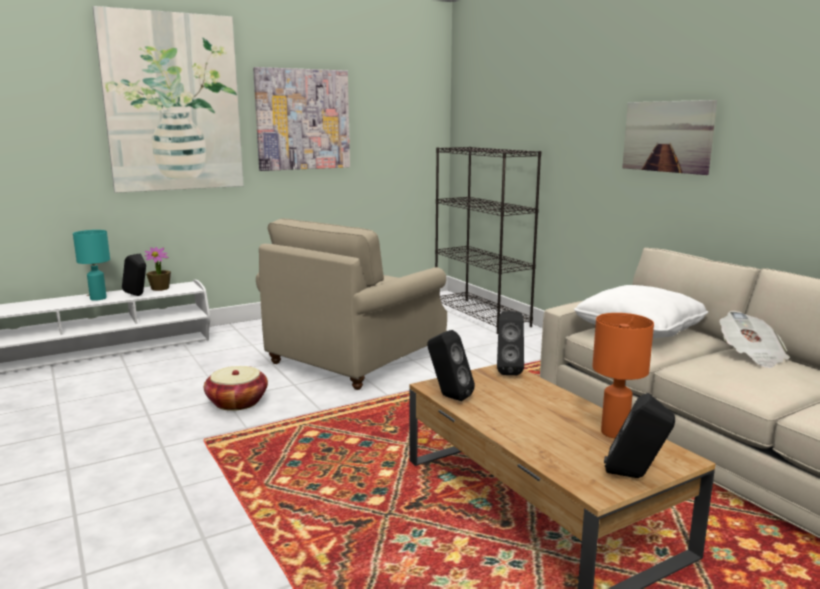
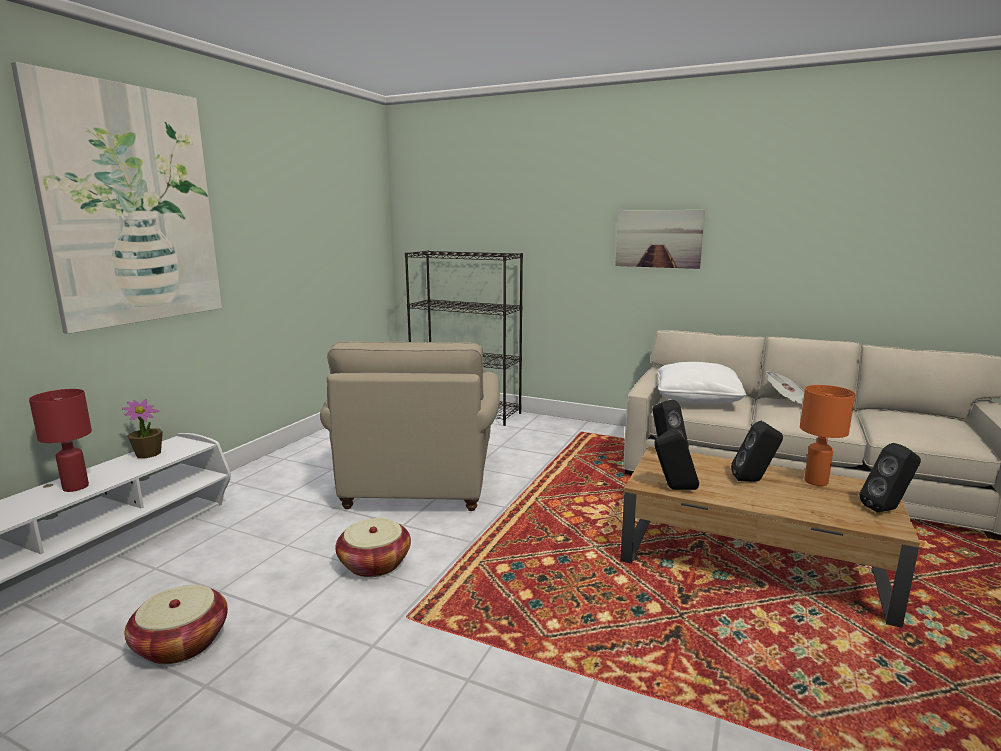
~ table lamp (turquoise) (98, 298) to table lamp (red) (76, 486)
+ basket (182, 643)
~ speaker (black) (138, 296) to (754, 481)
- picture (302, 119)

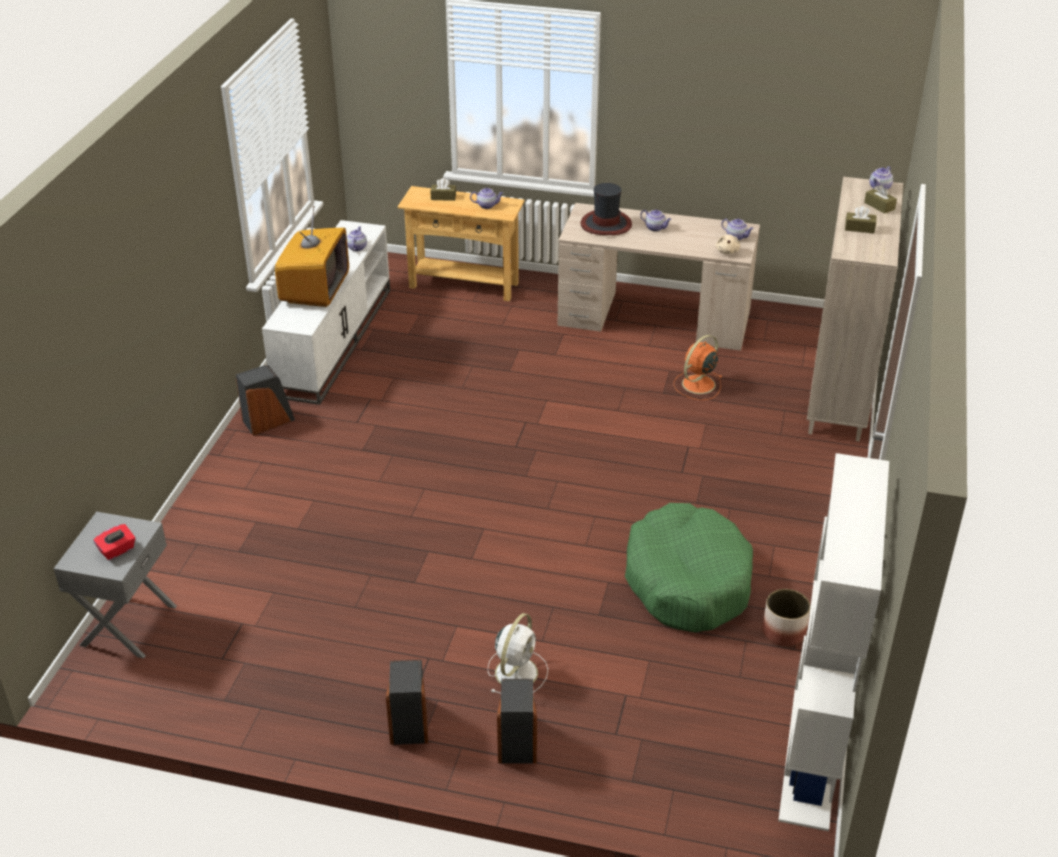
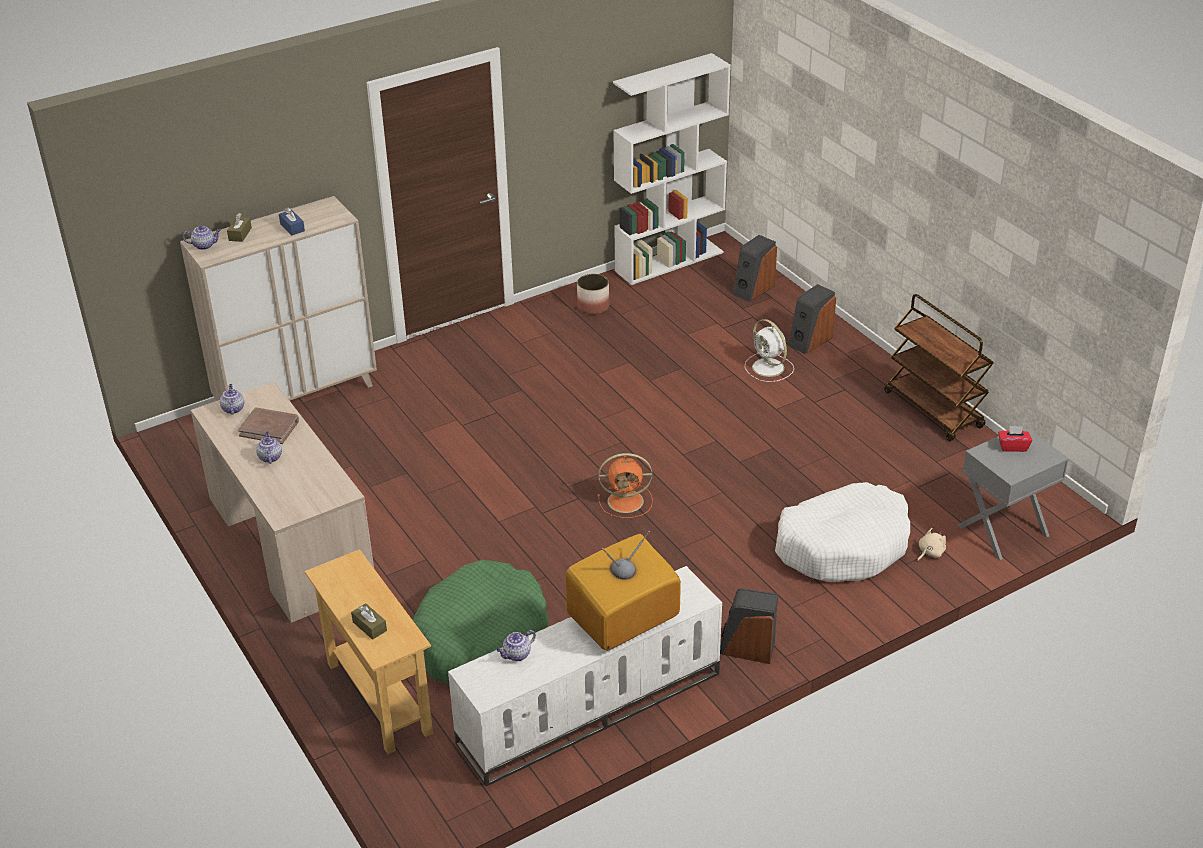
+ book (brown) (269, 428)
~ tissue box (brown) (859, 228) to tissue box (blue) (292, 227)
~ dog bed (green) (687, 581) to (481, 640)
~ fan (orange) (697, 385) to (627, 501)
~ speaker (409, 721) to (753, 289)
~ fan (white) (517, 671) = (769, 368) 105 degrees counterclockwise
+ dog bed (white) (843, 545)
+ cart (brown) (934, 410)
~ plush toy (beige) (727, 251) to (930, 552)
- teapot (487, 205)
- hat (605, 224)

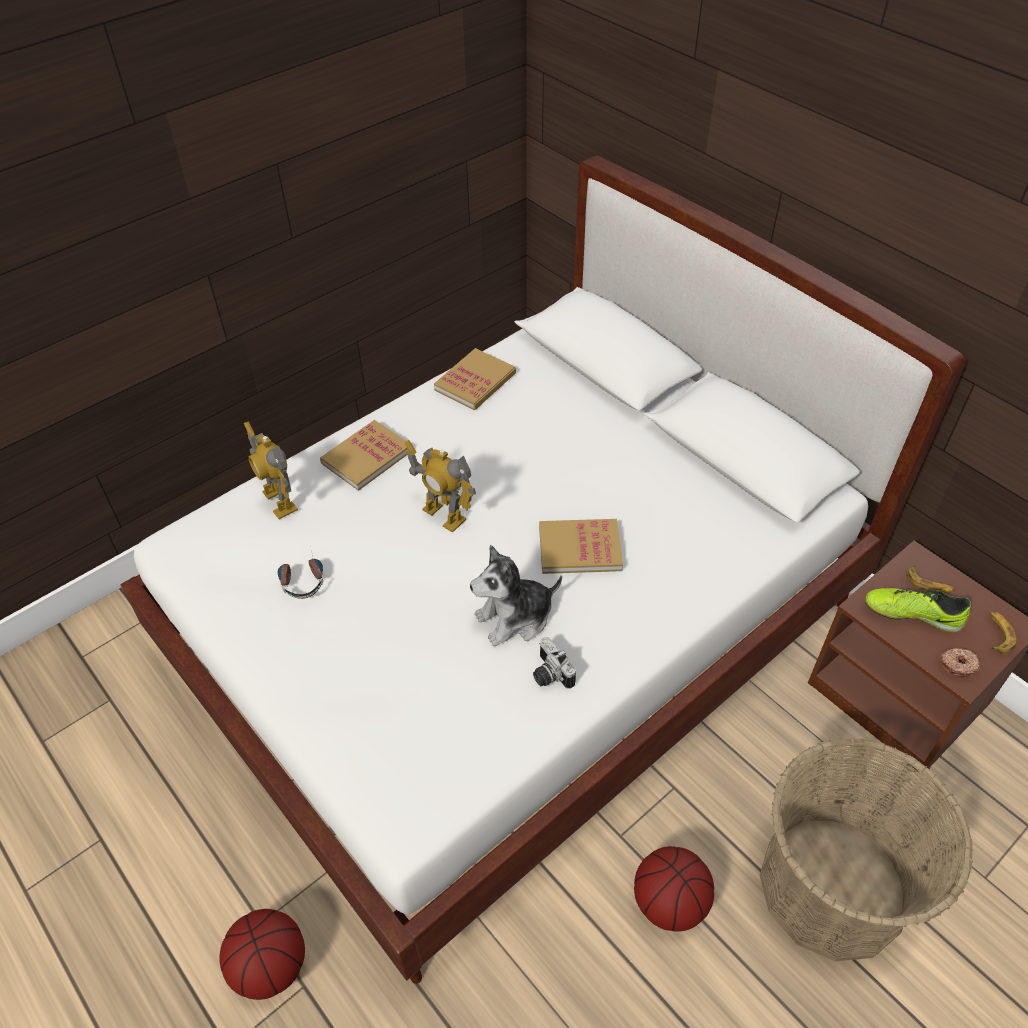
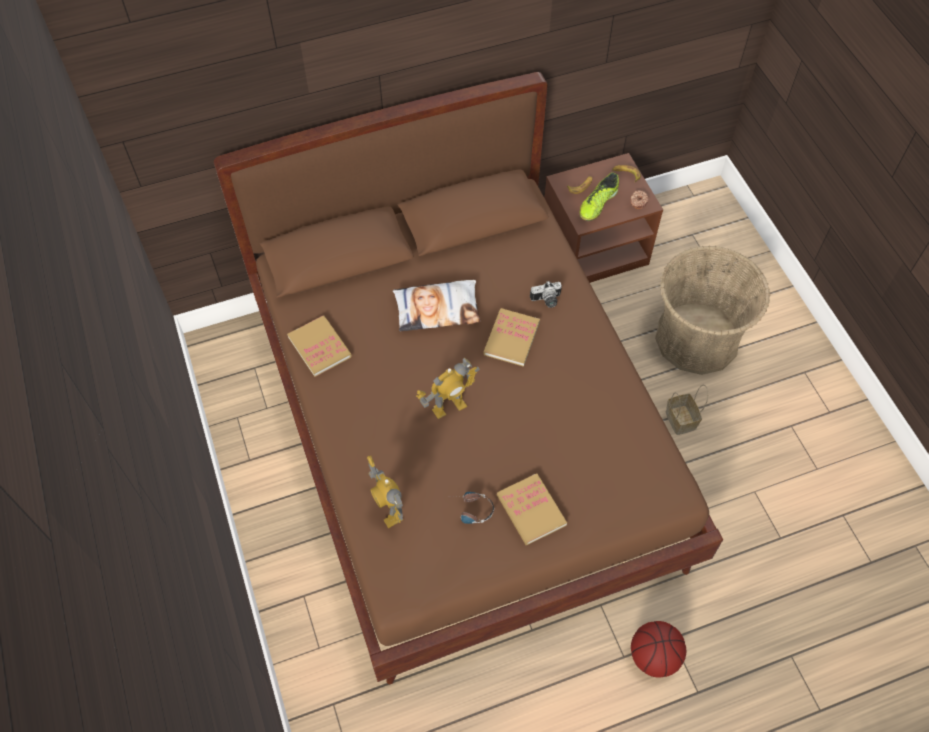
~ bed (white) (517, 634) to bed (brown) (465, 435)
~ toy robot (279, 501) = (388, 510) 75 degrees clockwise
+ pillow (437, 309)
~ book (366, 457) to (531, 510)
~ photo camera (549, 674) to (546, 301)
~ basketball (669, 903) to basket (681, 421)
- plush toy (515, 618)

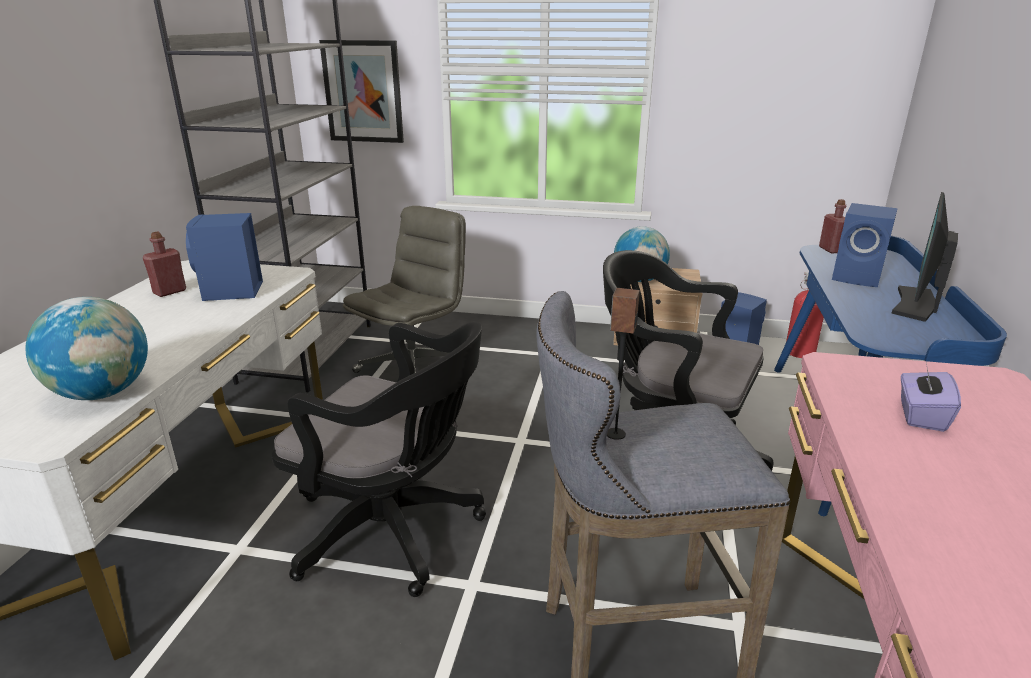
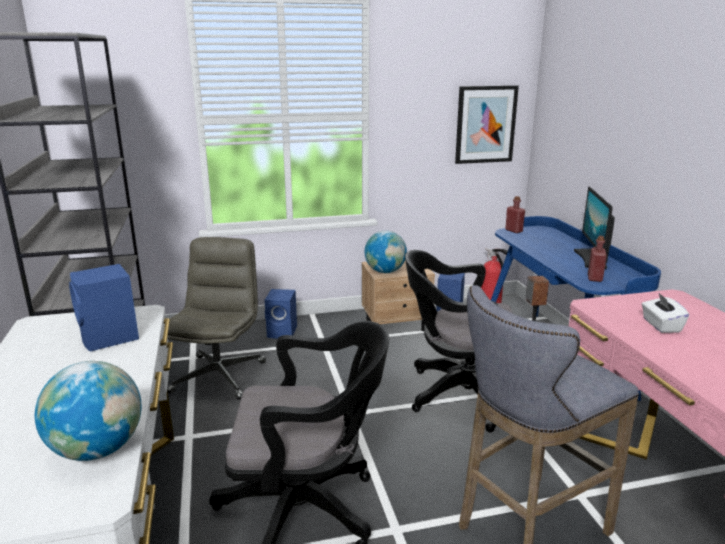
~ speaker (blue) (858, 277) to (283, 332)
~ picture (363, 92) to (485, 124)
~ bottle (red) (170, 292) to (594, 278)
~ tissue box (purple) (921, 415) to tissue box (white) (661, 325)

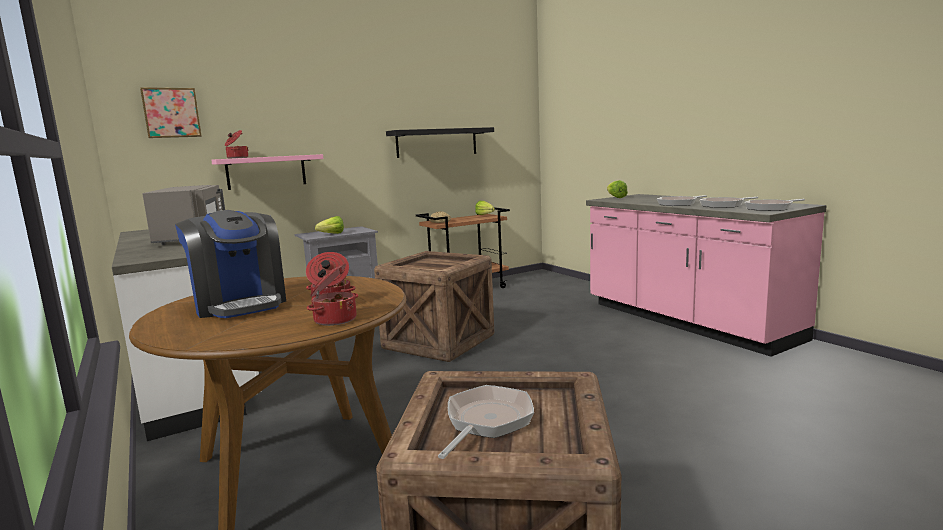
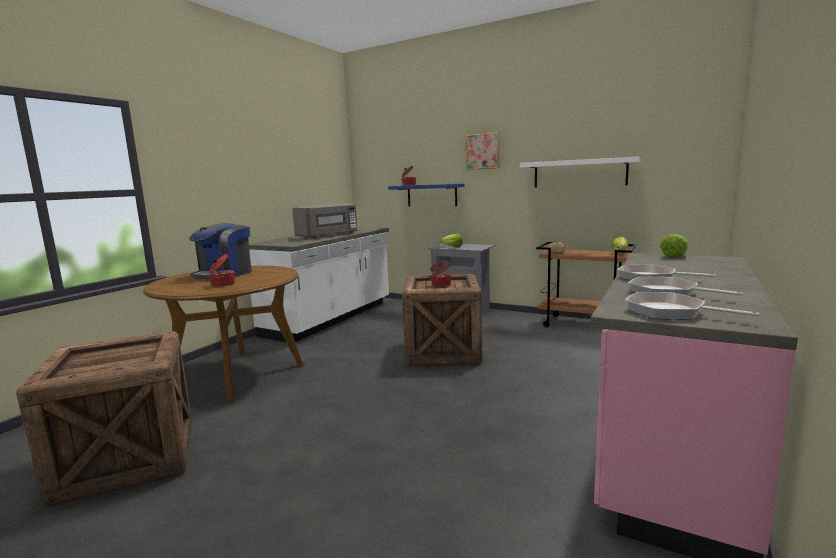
~ shelf (pink) (266, 172) to shelf (blue) (432, 195)
~ cooking pot (334, 319) to (441, 285)
~ picture (171, 113) to (483, 151)
~ shelf (black) (437, 142) to shelf (white) (579, 173)
- frying pan (486, 421)

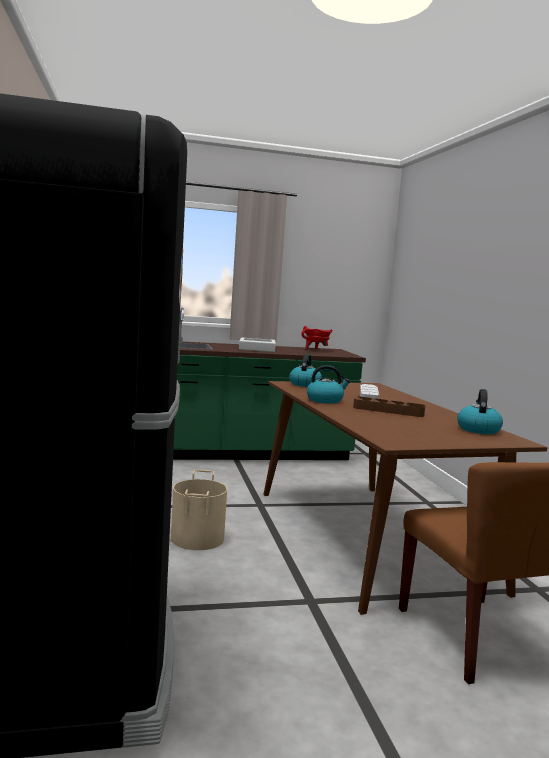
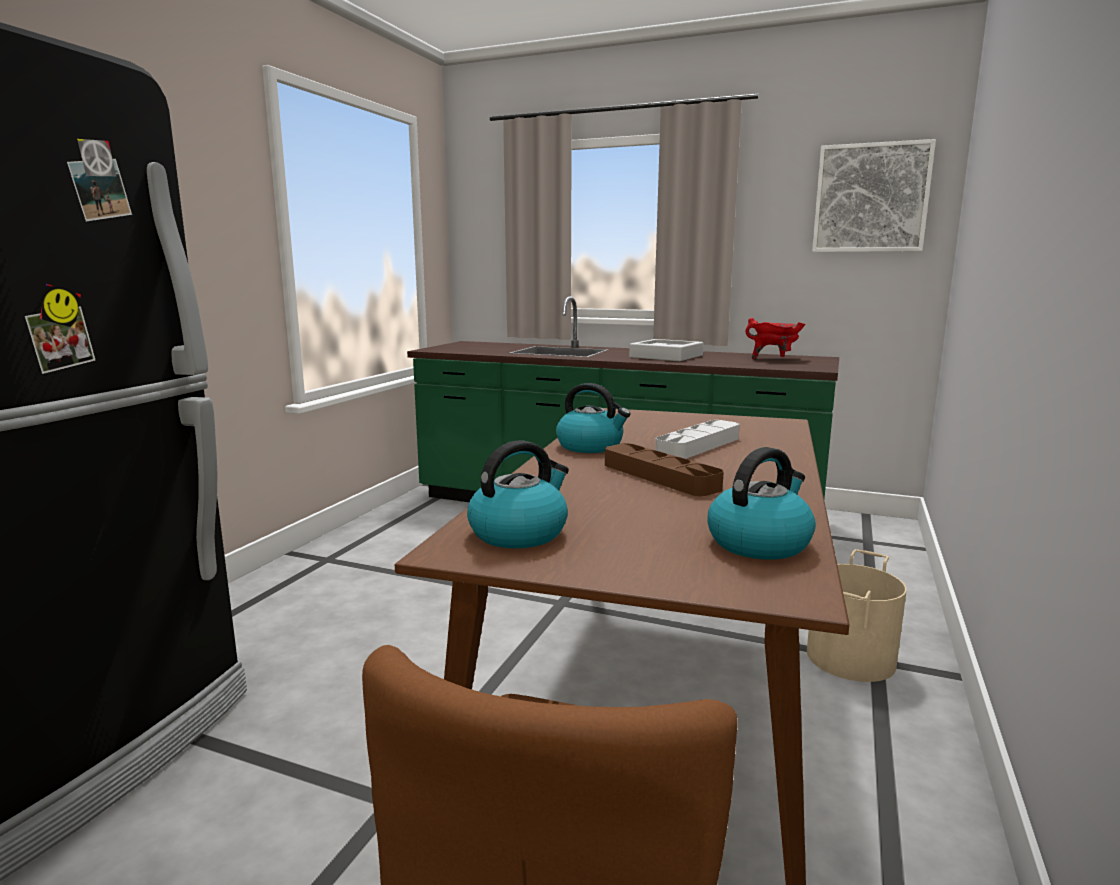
~ kettle (304, 384) to (519, 533)
~ bucket (beige) (196, 538) to (849, 657)
+ picture (871, 198)

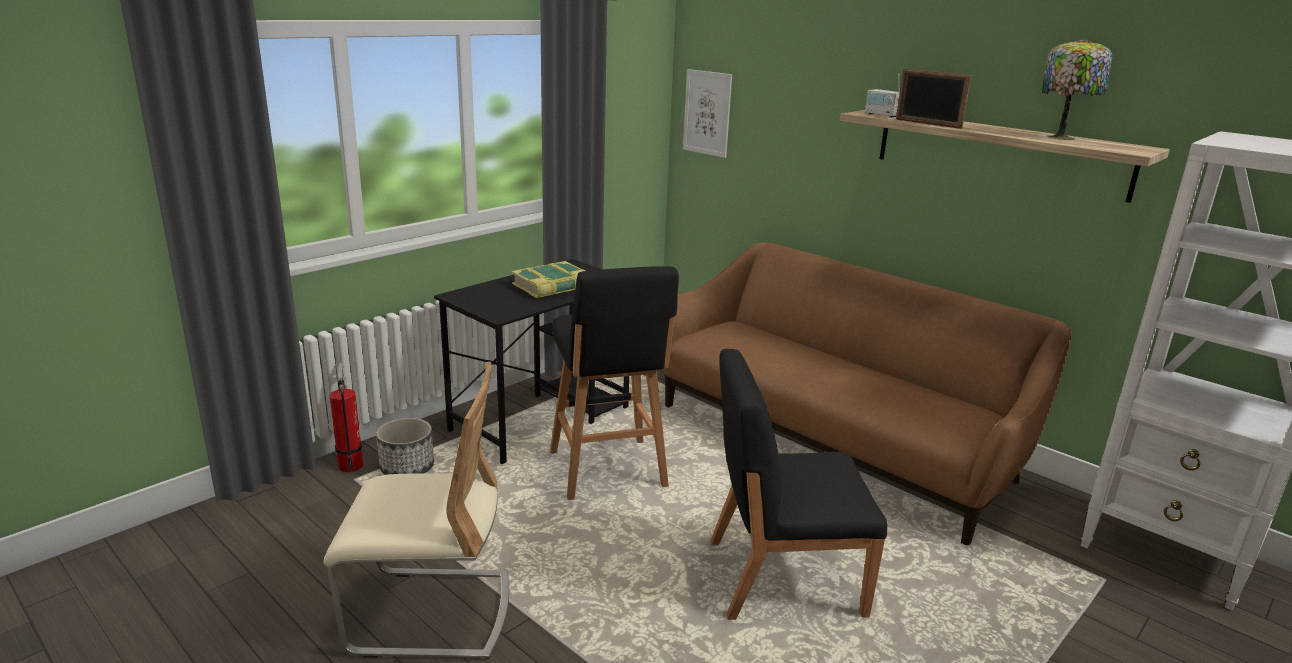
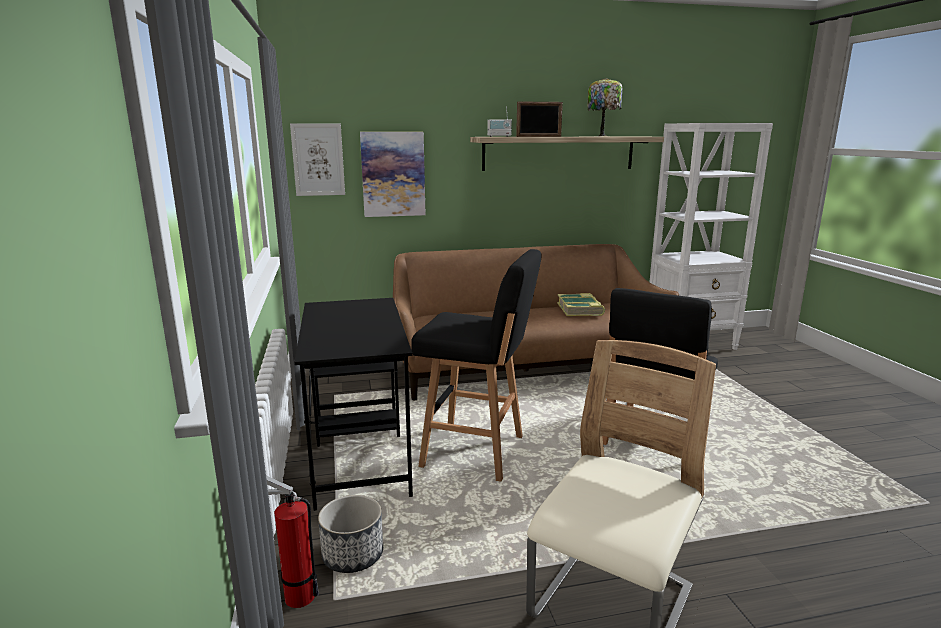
+ picture (393, 174)
~ book (552, 286) to (580, 309)

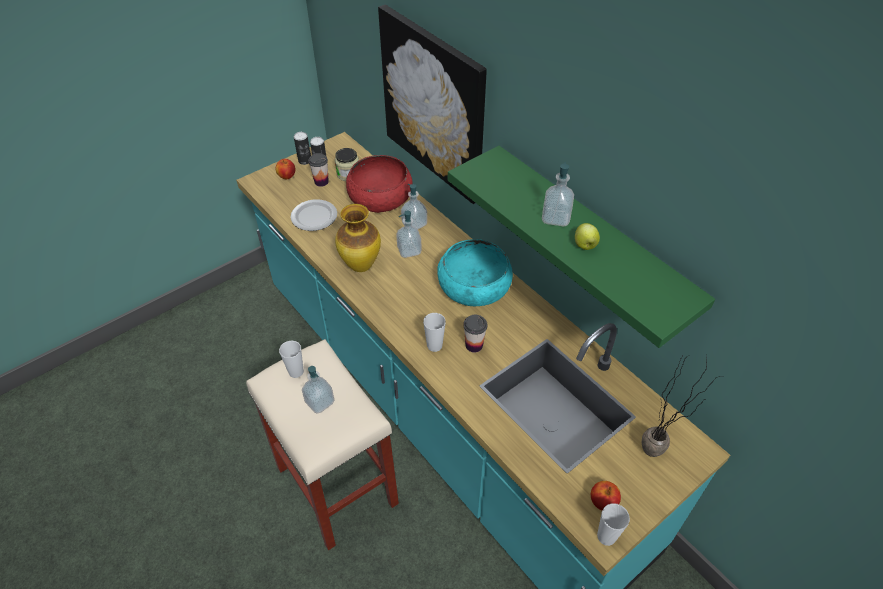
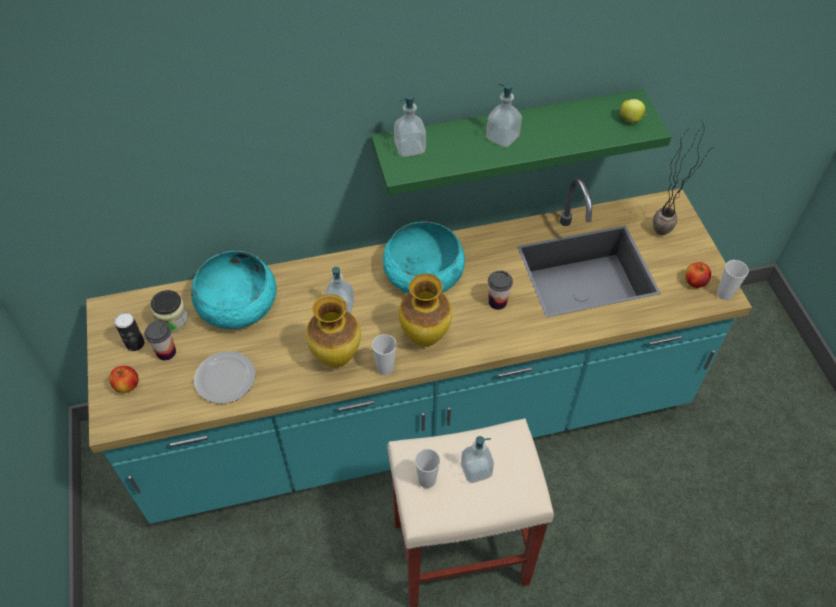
~ bowl (red) (380, 197) to bowl (turquoise) (237, 303)
~ cup (434, 346) to (385, 368)
~ soap dispenser (414, 224) to (410, 148)
+ vase (425, 337)
~ apple (585, 246) to (631, 120)
- can (305, 160)
- picture (434, 104)

